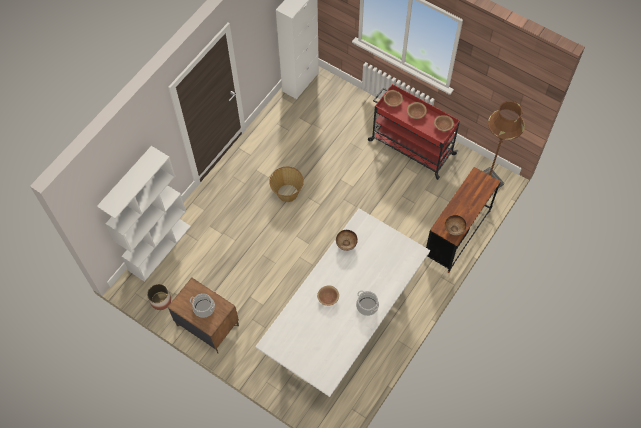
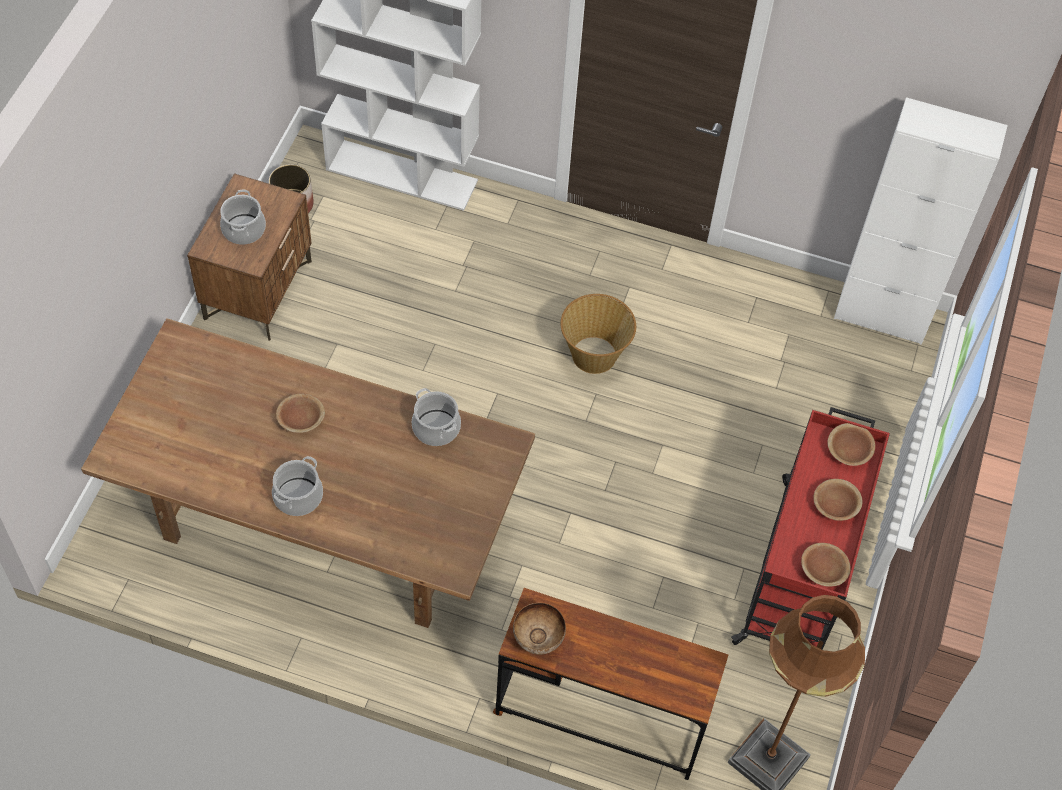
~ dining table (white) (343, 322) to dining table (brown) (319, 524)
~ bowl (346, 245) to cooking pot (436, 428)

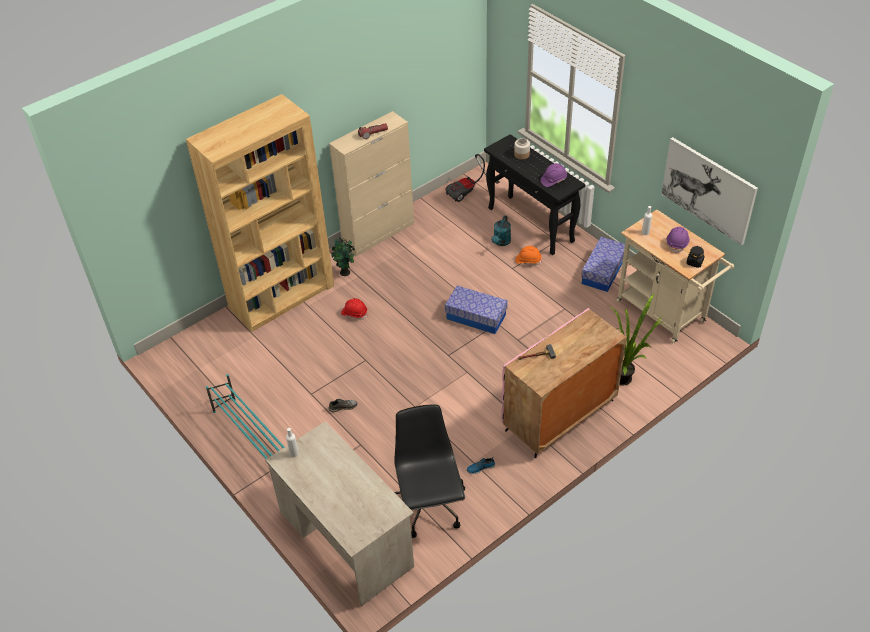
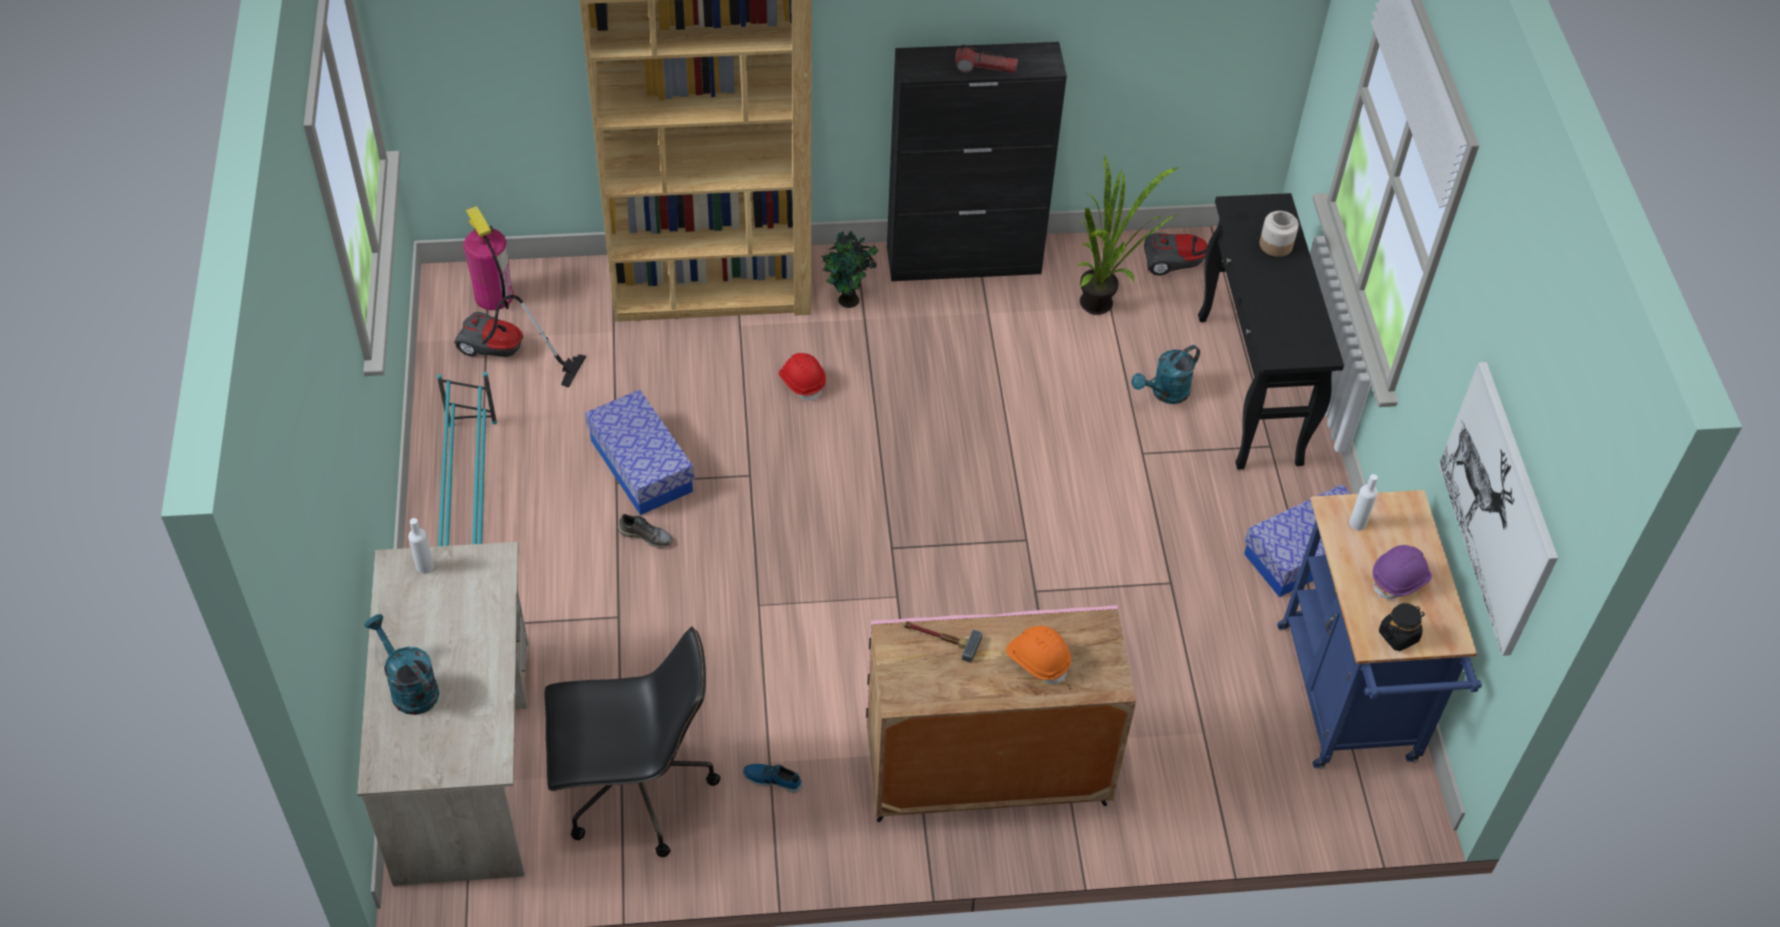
+ watering can (turquoise) (409, 687)
+ vacuum cleaner (507, 356)
+ fire extinguisher (493, 296)
~ office chair (black) (429, 506) = (634, 791) 60 degrees clockwise
~ storage box (476, 317) to (641, 466)
~ cabinet (beige) (379, 234) to cabinet (black) (964, 260)
~ hard hat (orange) (528, 260) to (1038, 660)
~ potted plant (626, 378) to (1104, 306)
~ cart (beige) (665, 314) to cart (blue) (1350, 704)
- hard hat (purple) (553, 180)

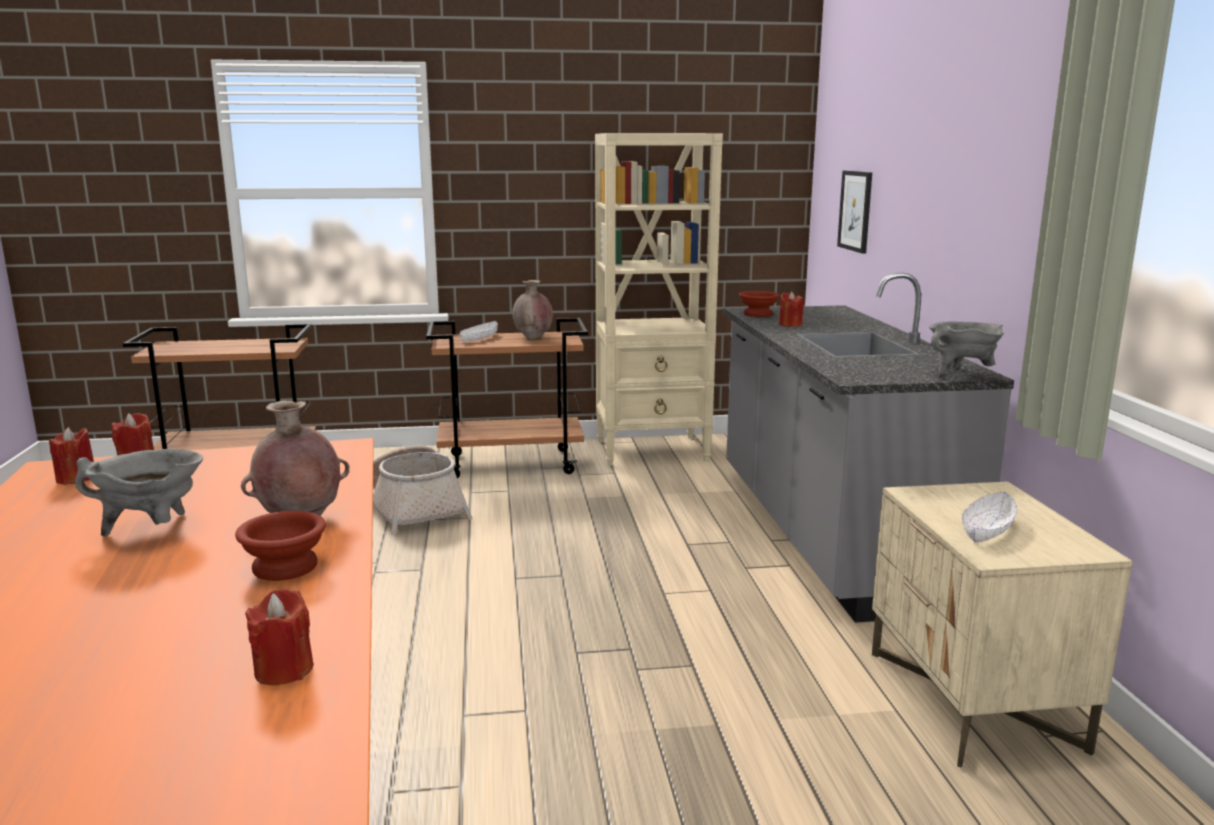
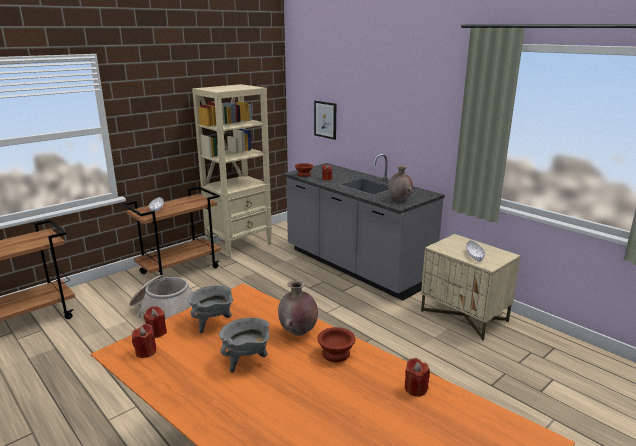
~ cooking pot (grey) (961, 375) to (213, 323)
~ vase (brown) (533, 337) to (399, 200)

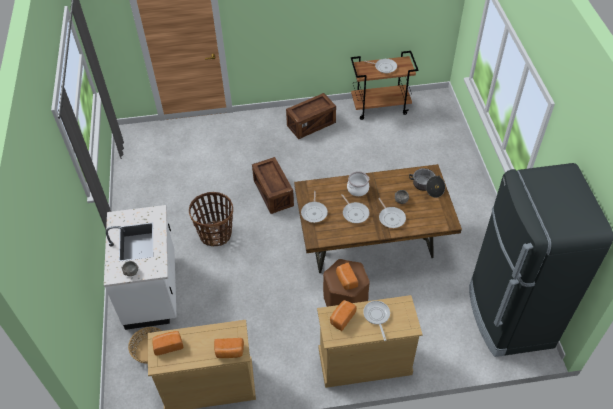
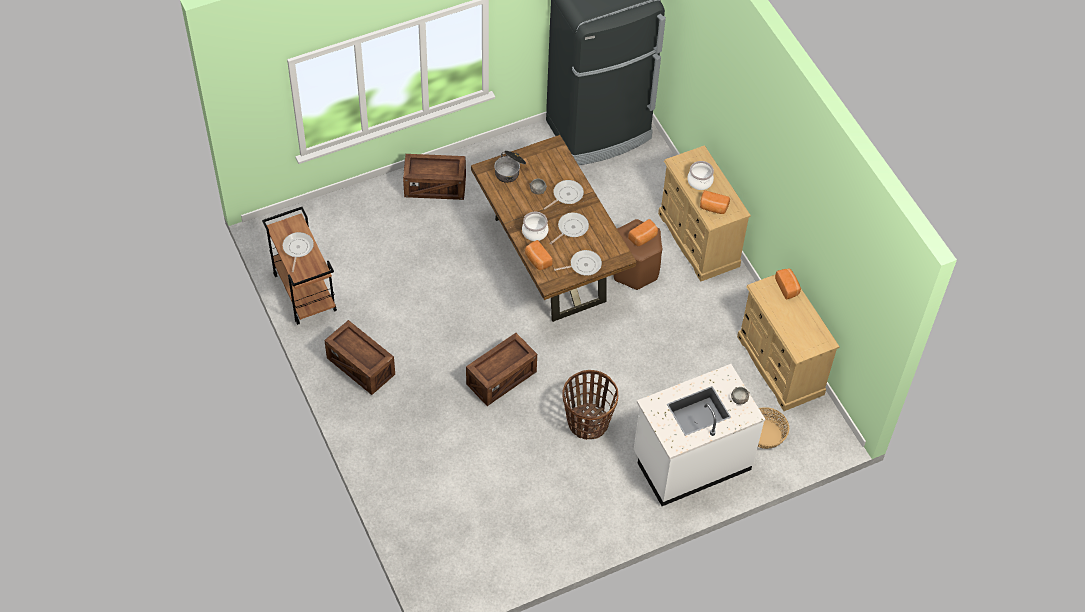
+ crate (435, 186)
~ bread (168, 345) to (537, 260)
~ frying pan (377, 316) to cooking pot (700, 181)

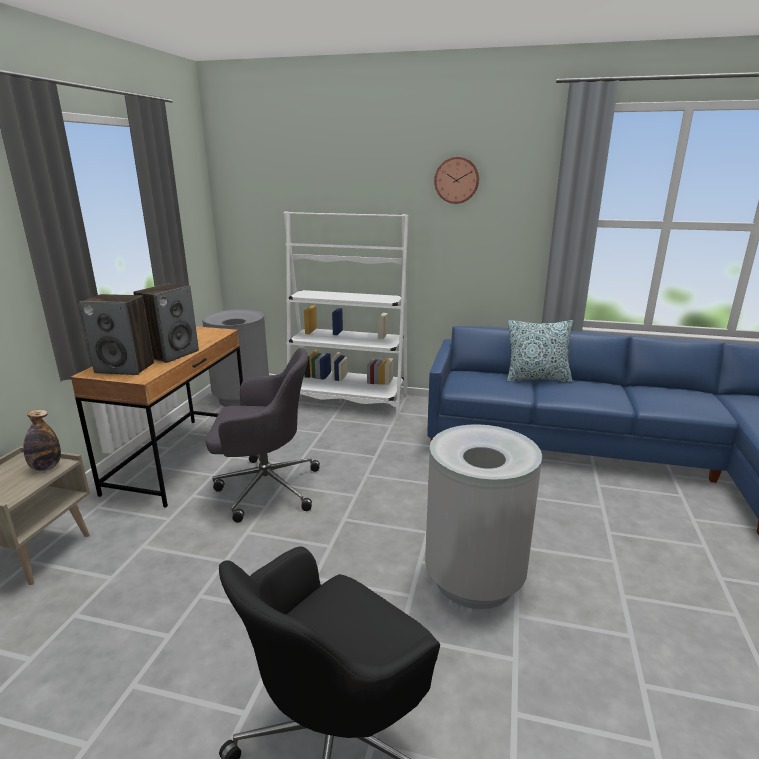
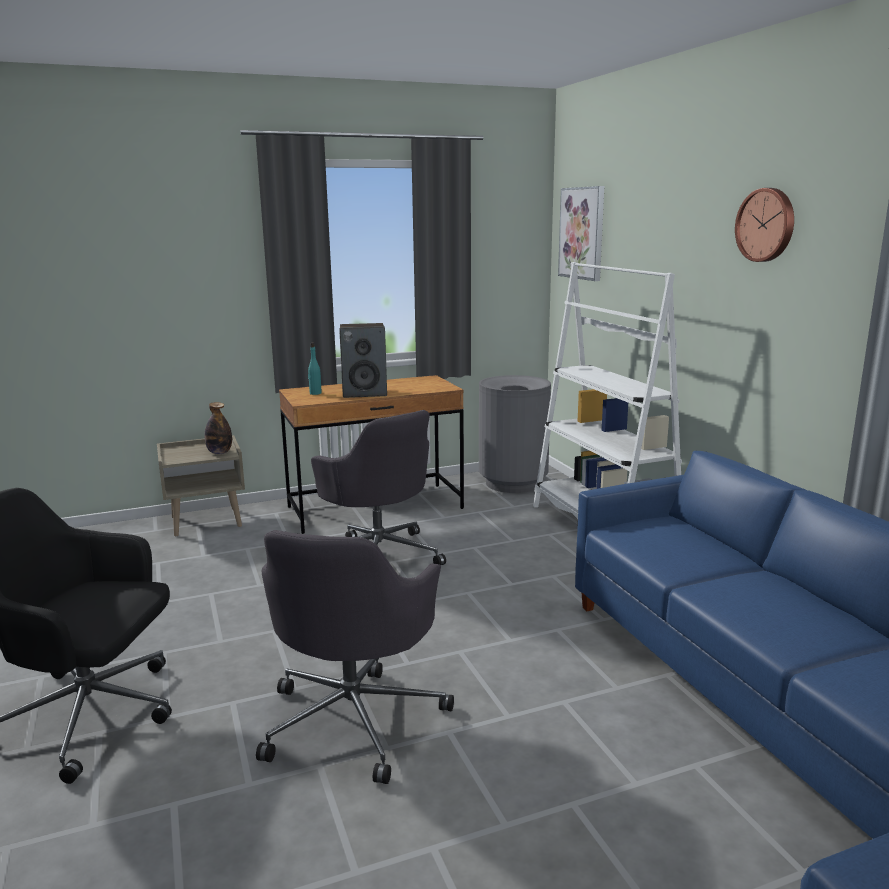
~ trash can (grey) (474, 579) to office chair (grey) (354, 718)
~ speaker (125, 368) to bottle (turquoise) (315, 393)
+ picture (582, 233)
- pillow (537, 378)

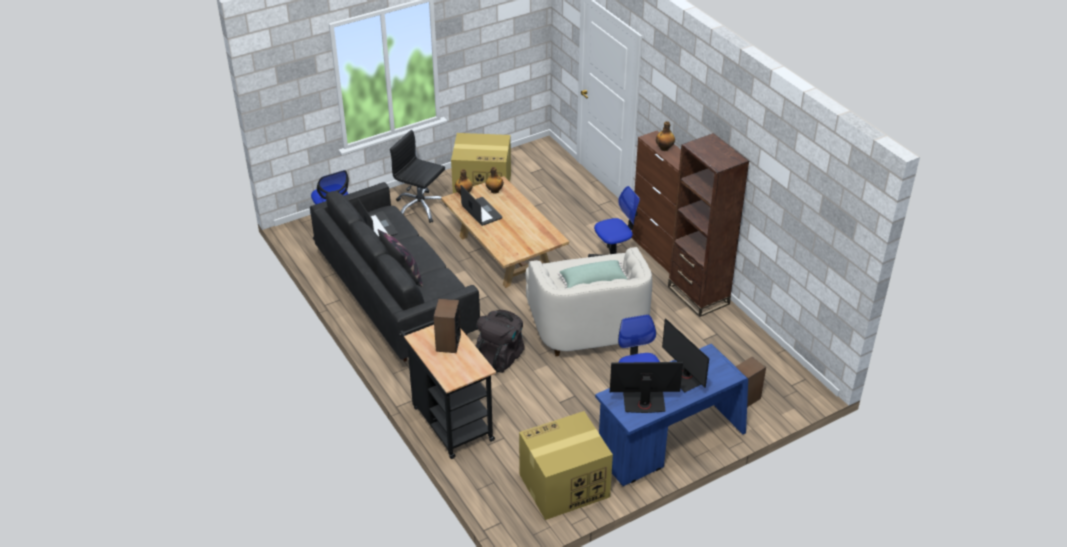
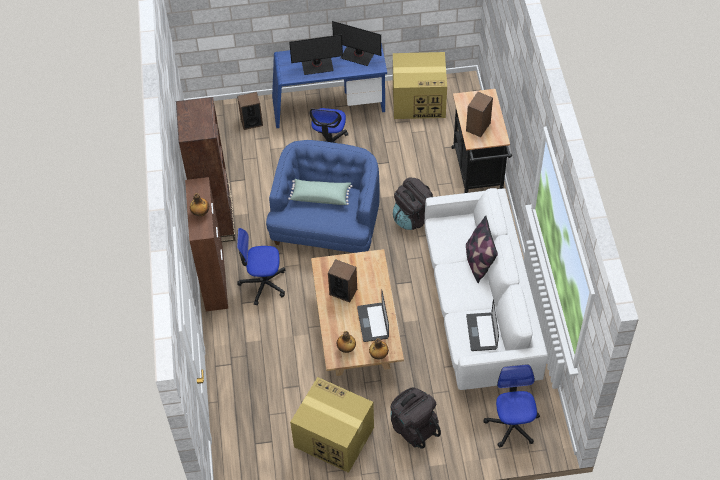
~ armchair (white) (588, 324) to armchair (blue) (326, 224)
~ monitor (683, 376) = (317, 65) 90 degrees clockwise
+ speaker (343, 291)
~ office chair (black) (420, 208) to backpack (black) (413, 426)
~ sofa (black) (396, 298) to sofa (white) (479, 309)

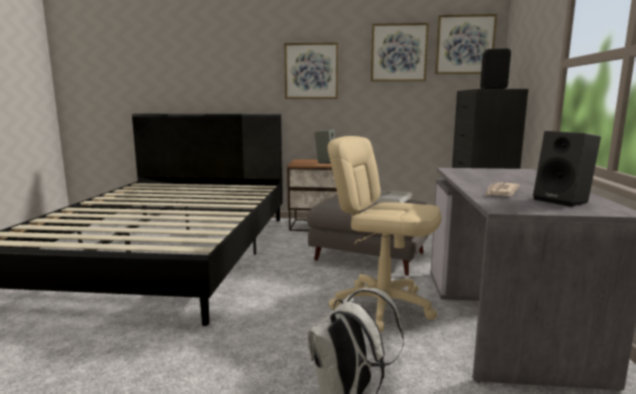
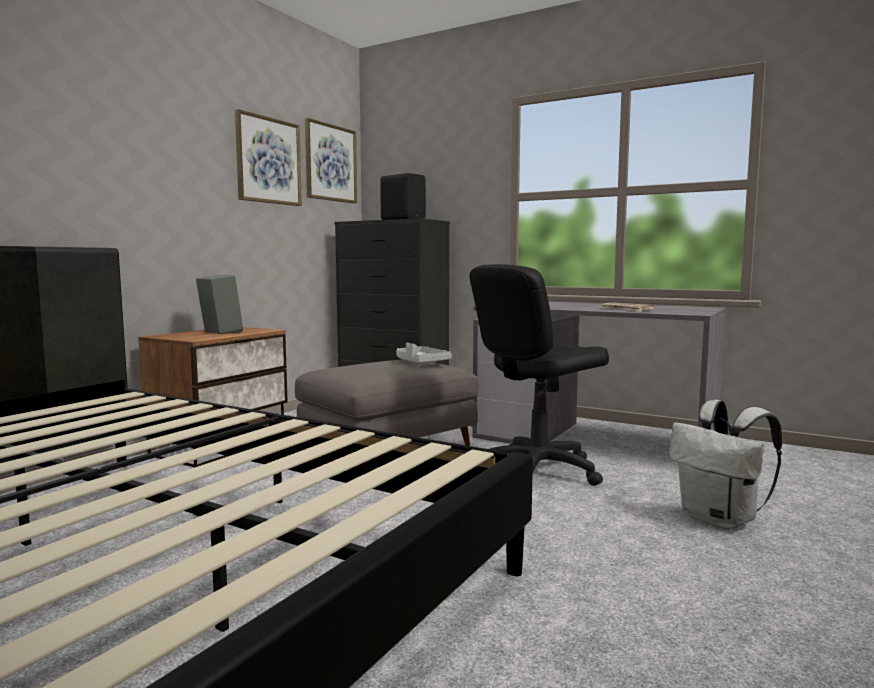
~ office chair (beige) (382, 306) to office chair (black) (537, 471)
- picture (311, 71)
- speaker (black) (563, 201)

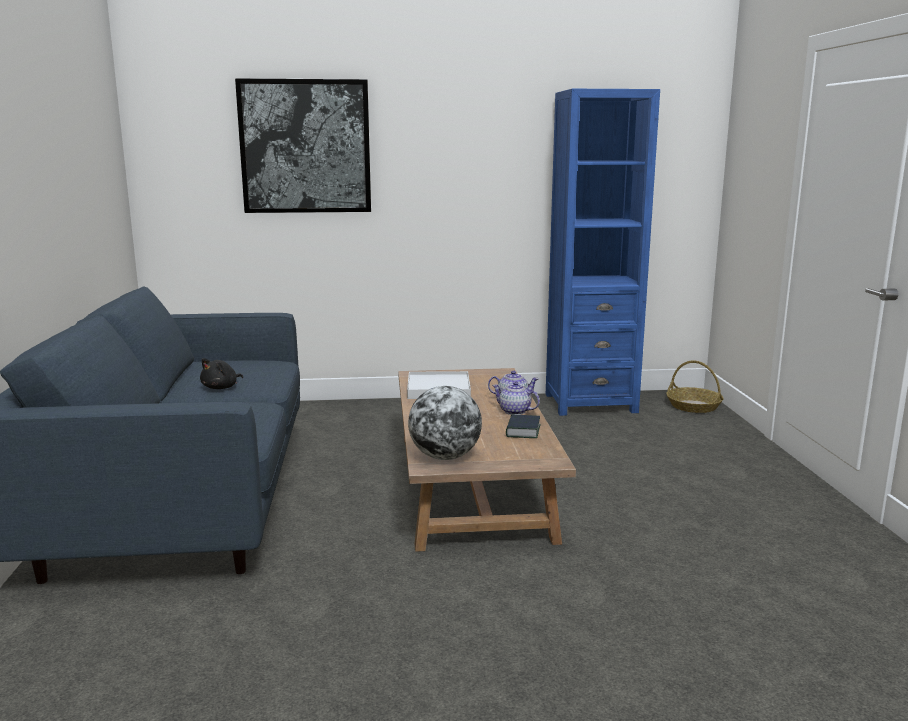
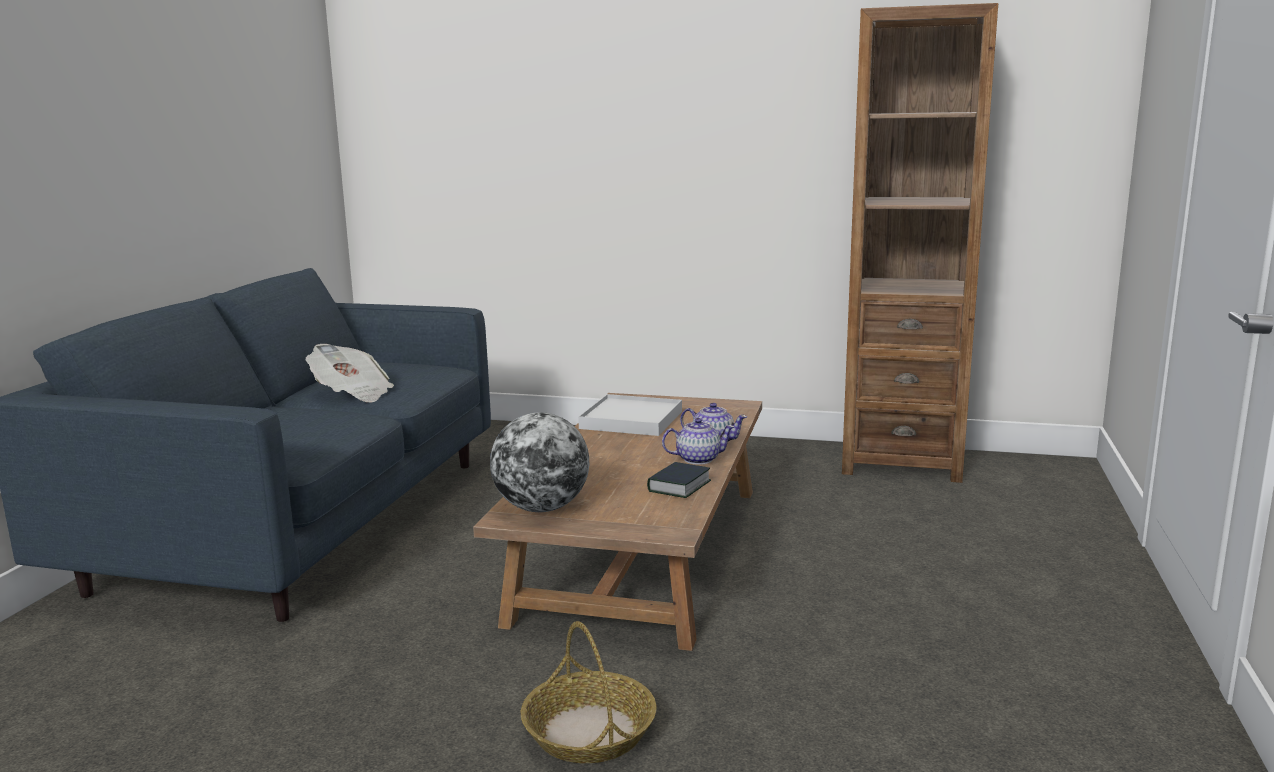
~ plush toy (black) (221, 387) to newspaper (352, 394)
~ basket (693, 406) to (588, 732)
~ teapot (515, 411) = (697, 459) 120 degrees clockwise
~ bookcase (blue) (590, 403) to bookcase (brown) (901, 461)
- picture (305, 147)

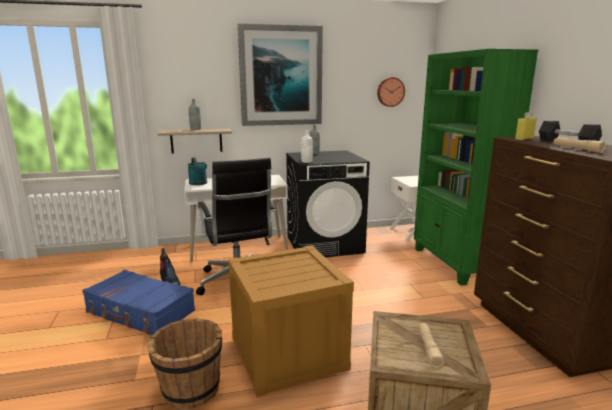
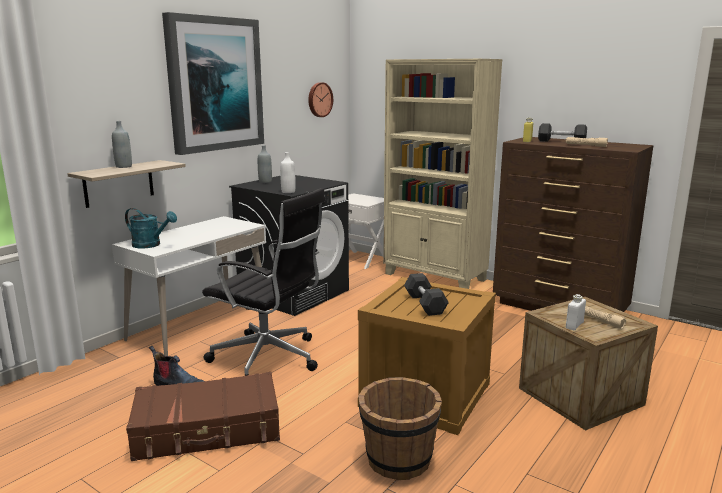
~ suitcase (blue) (140, 312) to suitcase (brown) (208, 430)
~ bookcase (green) (454, 264) to bookcase (beige) (435, 277)
+ dumbbell (grey) (425, 304)
+ bottle (white) (574, 325)

